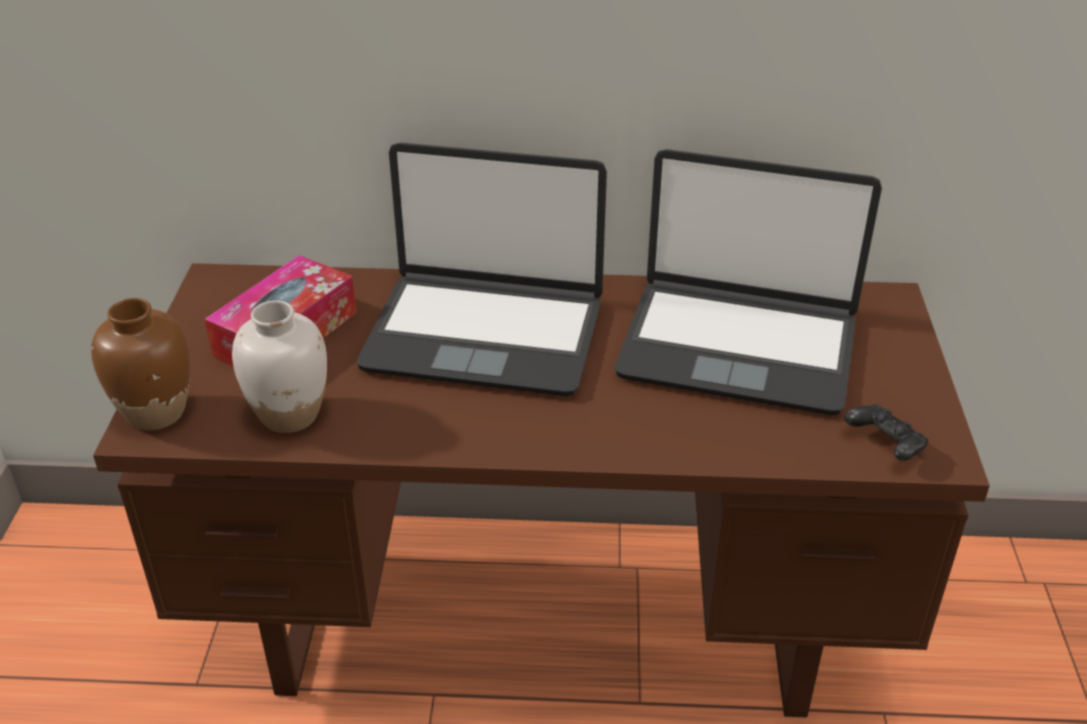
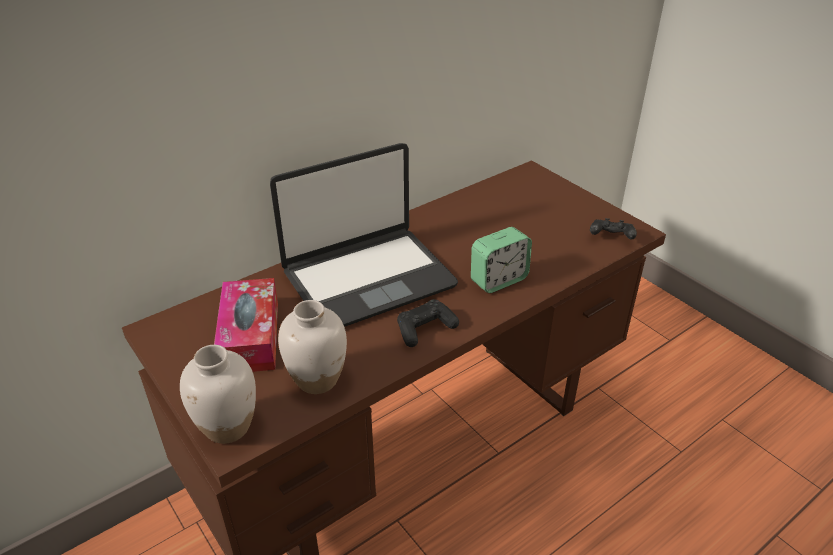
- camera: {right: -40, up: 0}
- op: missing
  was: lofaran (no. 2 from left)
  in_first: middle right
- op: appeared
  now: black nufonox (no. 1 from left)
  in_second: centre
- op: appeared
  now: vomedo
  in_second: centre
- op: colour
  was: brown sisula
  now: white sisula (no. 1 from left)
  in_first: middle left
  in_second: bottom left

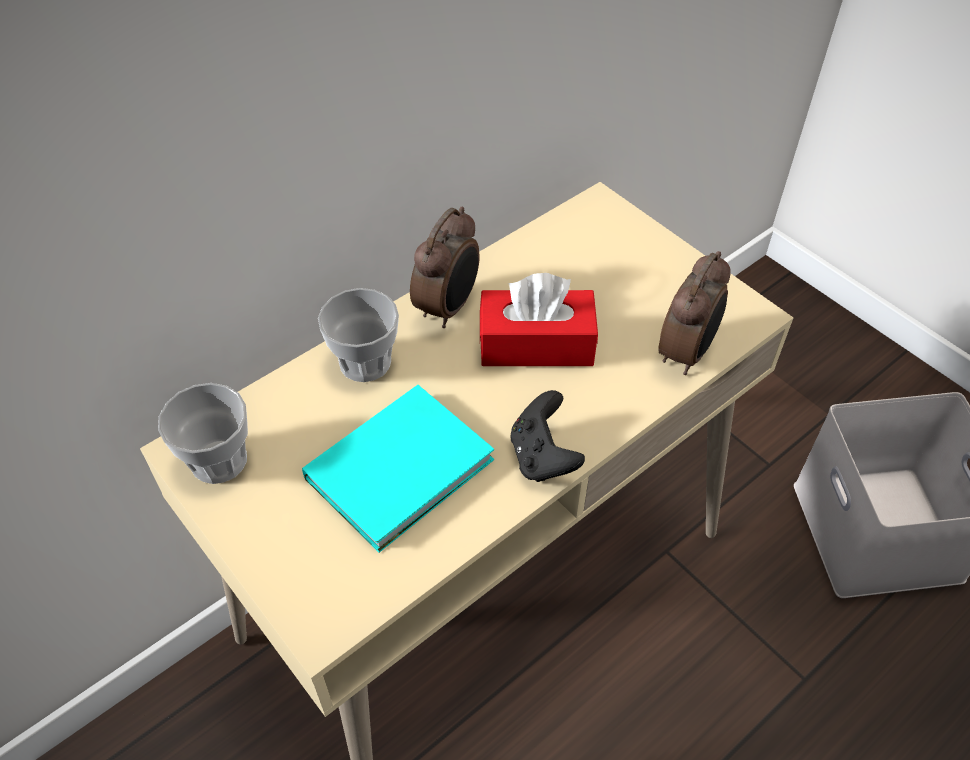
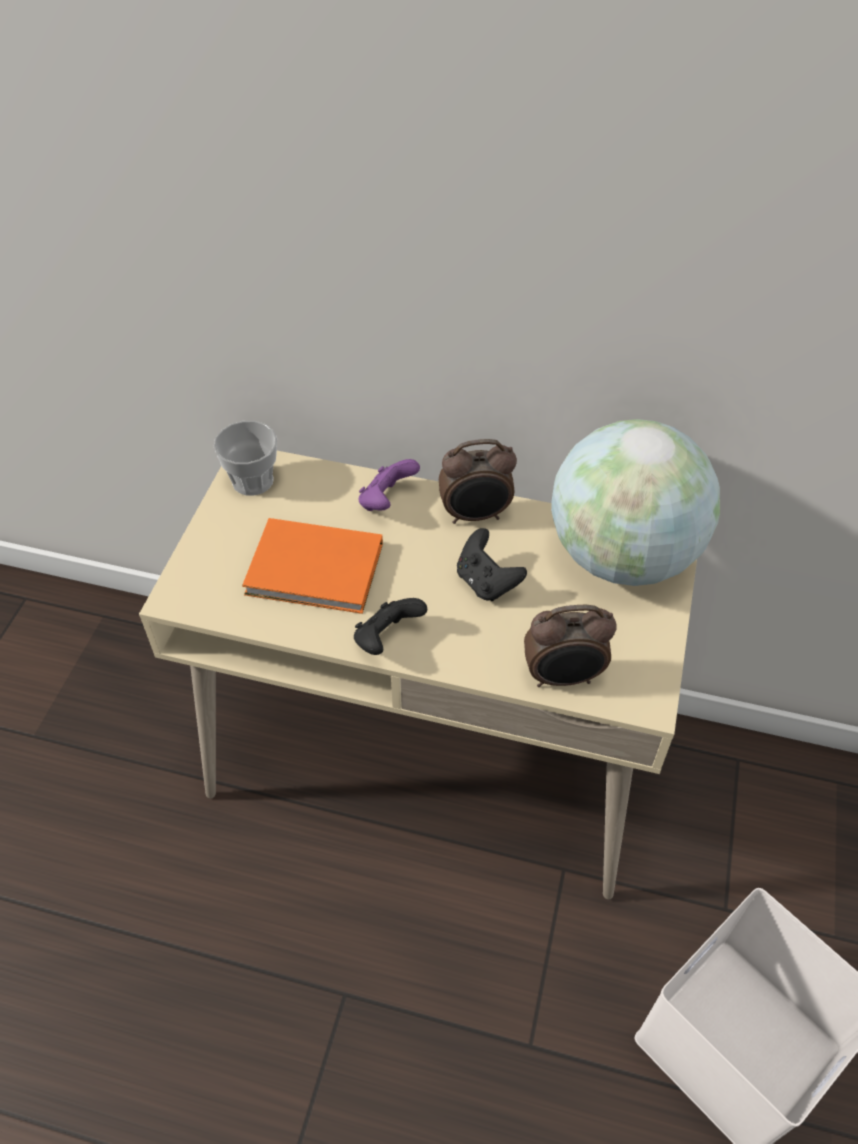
- camera: {right: 55, up: 0}
- op: appeared
  now: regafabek
  in_second: middle right
- op: exchanged
  was: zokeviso (no. 2 from left)
  now: purple nufonox
  in_first: centre
  in_second: centre
- op: exchanged
  was: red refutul
  now: black nufonox (no. 2 from left)
  in_first: centre
  in_second: centre
- op: colour
  was: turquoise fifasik
  now: orange fifasik
  in_first: centre
  in_second: centre

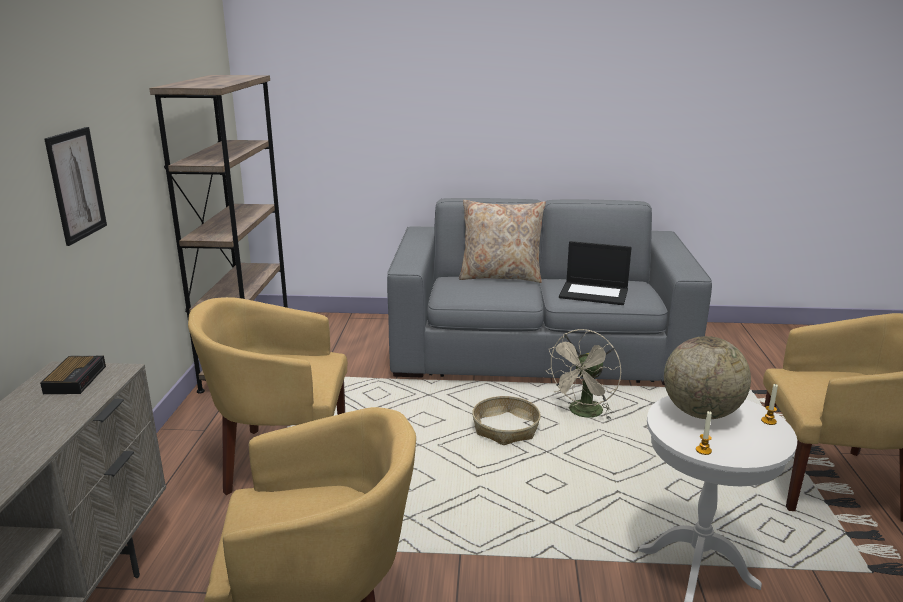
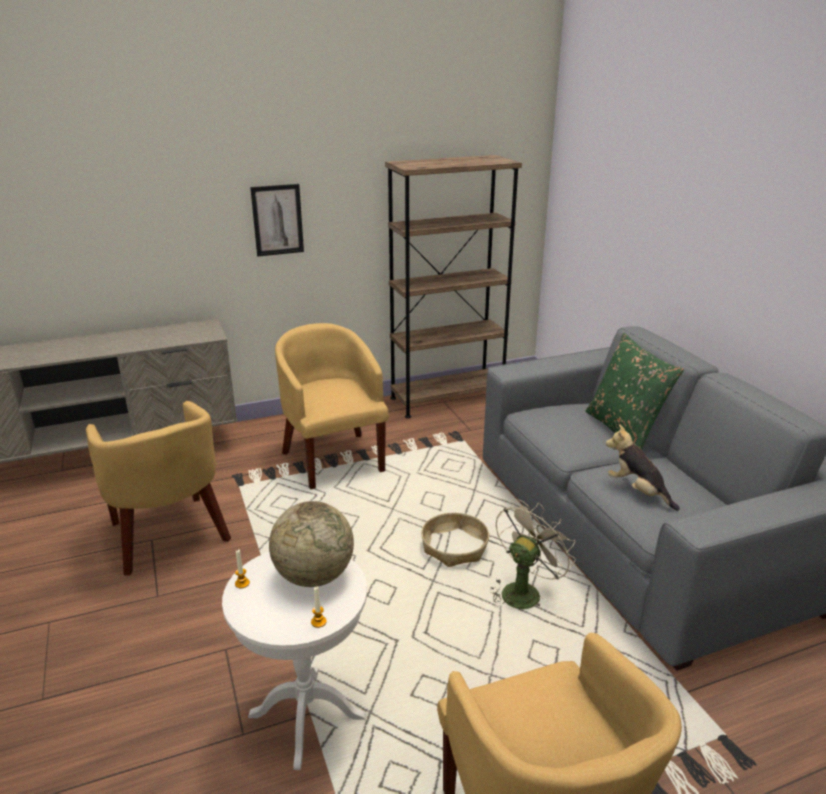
- camera: {right: 65, up: 5}
- op: missing
  was: vomedo
  in_first: middle left
- op: exchanged
  was: lofaran
  now: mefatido
  in_first: centre
  in_second: middle right
- op: colour
  was: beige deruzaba
  now: green deruzaba
  in_first: centre
  in_second: middle right
- op: spun
  was: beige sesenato
  in_first: centre
  in_second: bottom centre
  clockwise: 120

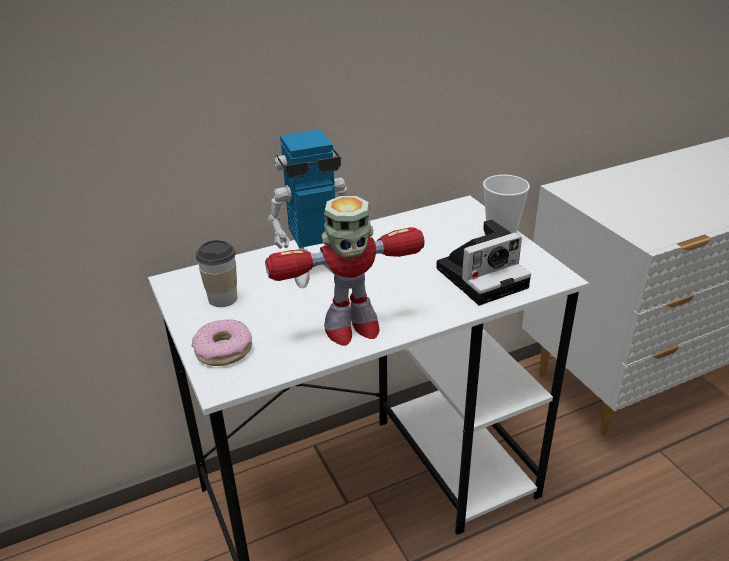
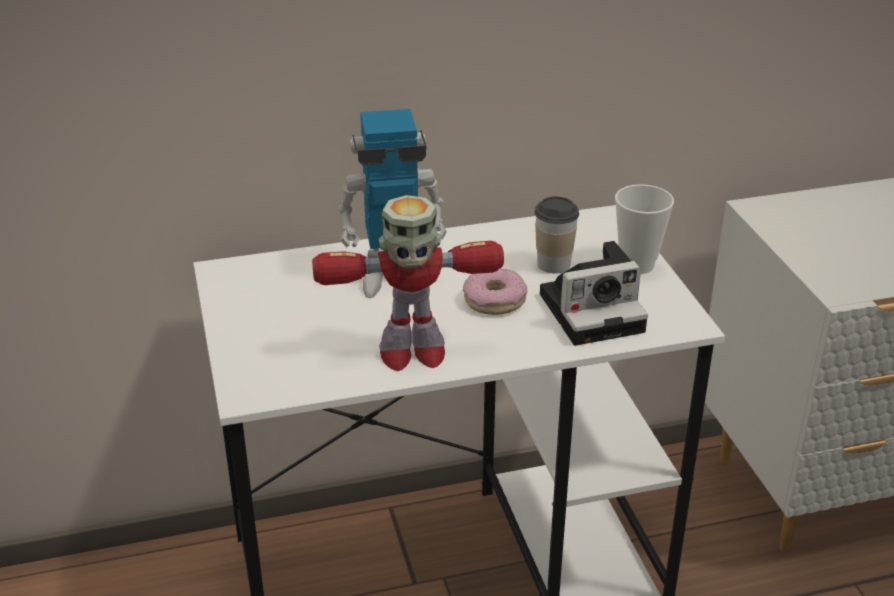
- camera: {right: 10, up: 0}
- op: relocated
  was: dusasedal
  in_first: middle left
  in_second: centre
- op: relocated
  was: zokeviso (no. 1 from left)
  in_first: middle left
  in_second: centre

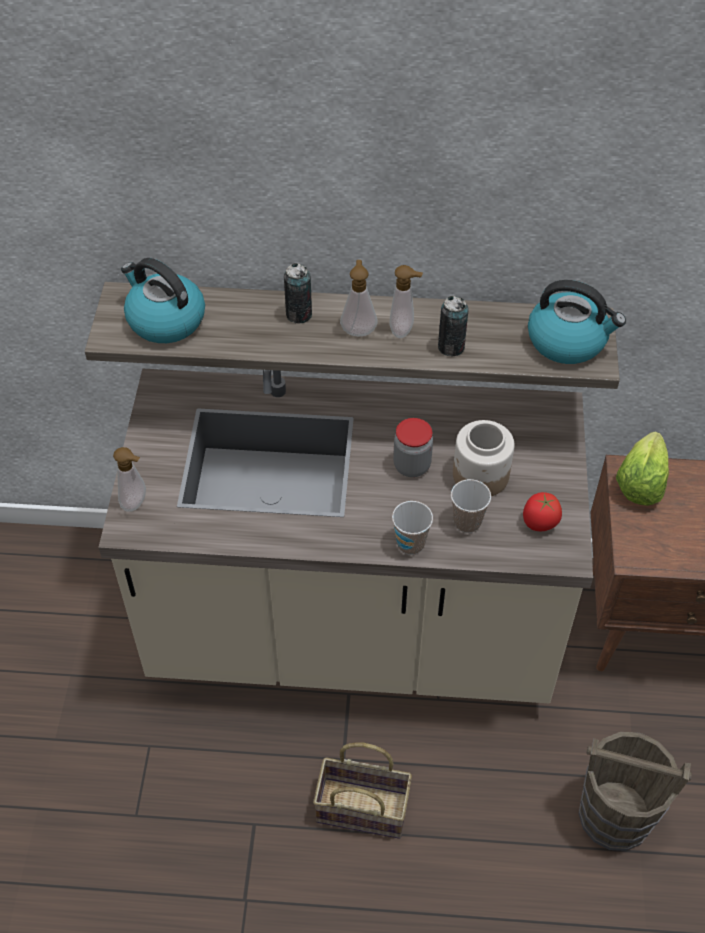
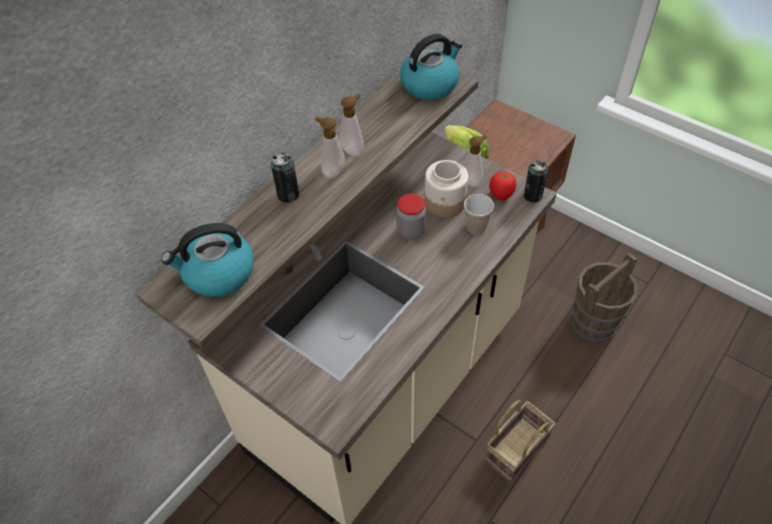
- camera: {right: -55, up: 0}
- op: missing
  was: zokeviso (no. 1 from left)
  in_first: centre
- op: relocated
  was: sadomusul (no. 1 from left in the first image)
  now: sadomusul (no. 3 from left)
  in_first: middle left
  in_second: top centre
- op: relocated
  was: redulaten (no. 2 from left)
  in_first: centre
  in_second: middle right

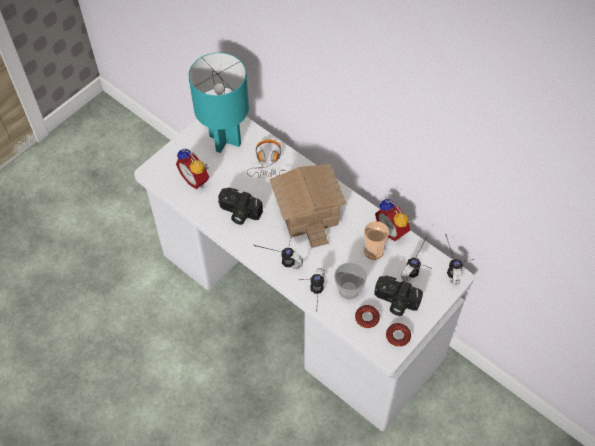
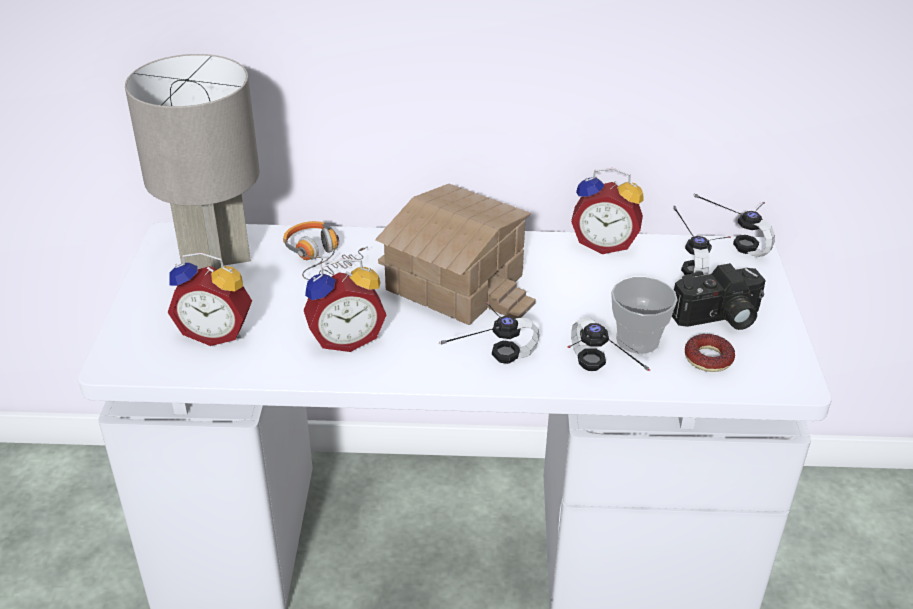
- camera: {right: -40, up: -20}
- op: missing
  was: zokeviso (no. 2 from left)
  in_first: centre
- op: missing
  was: dusasedal (no. 2 from left)
  in_first: bottom right
- op: exchanged
  was: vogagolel (no. 1 from left)
  now: vomedo (no. 2 from left)
  in_first: centre
  in_second: centre
- op: colour
  was: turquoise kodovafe
  now: grey kodovafe
  in_first: top centre
  in_second: top left

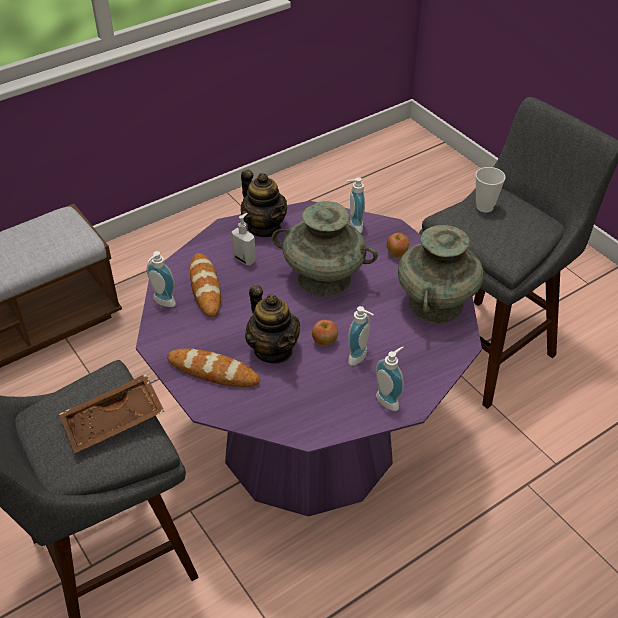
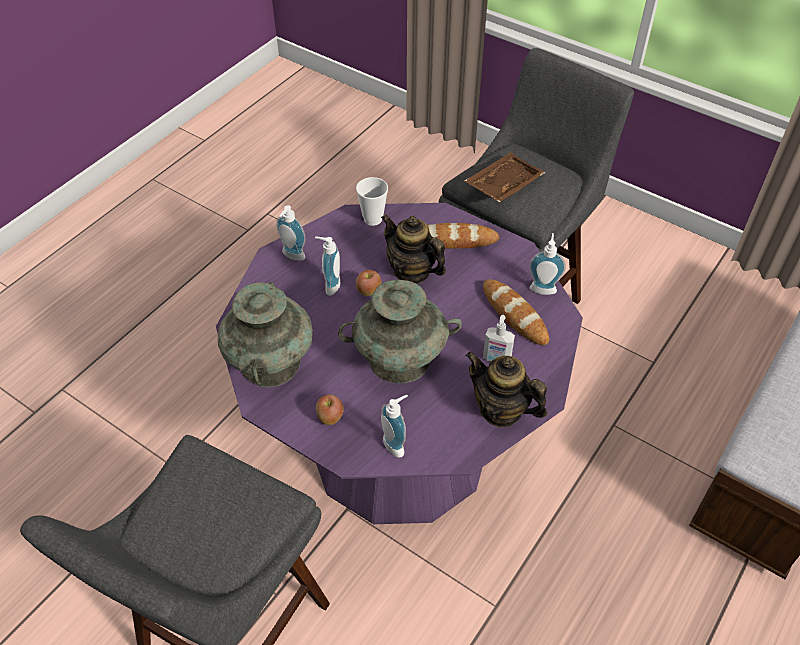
- camera: {right: 160, up: 5}
- op: relocated
  was: zokeviso
  in_first: top right
  in_second: top centre

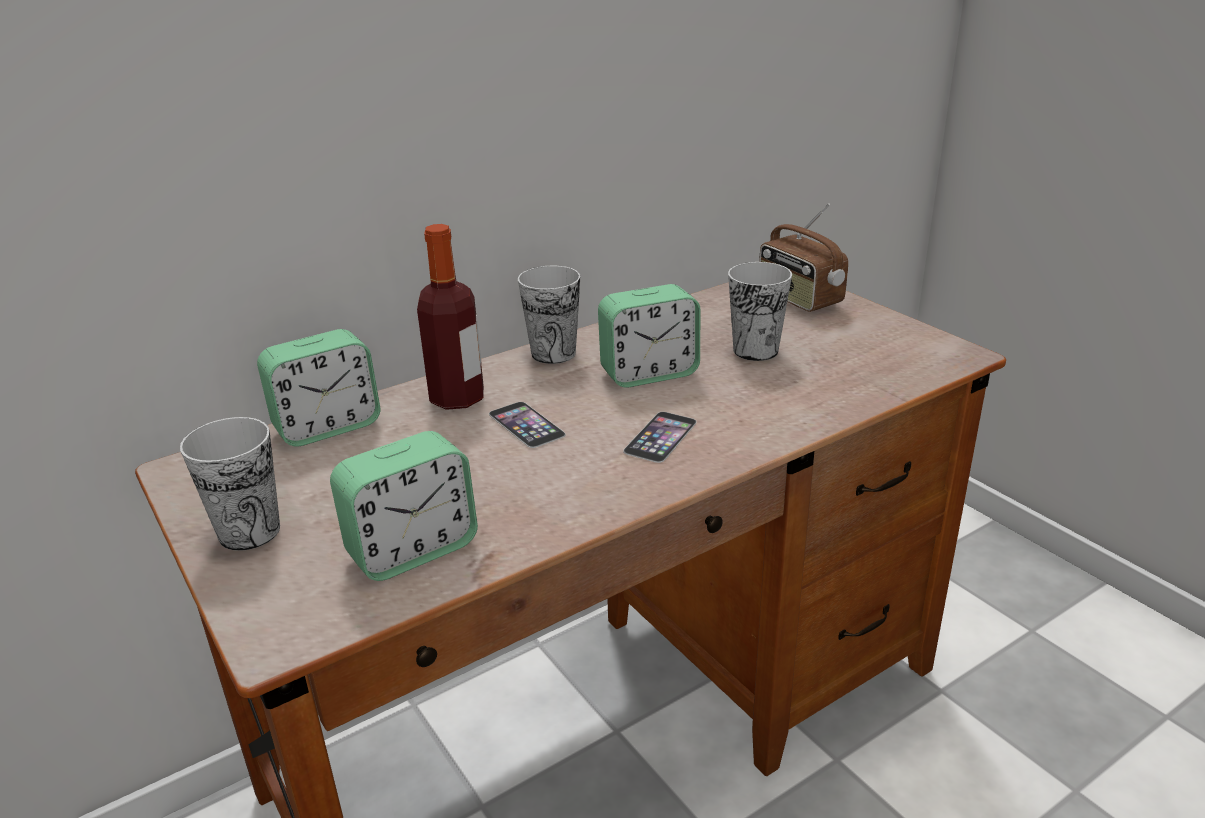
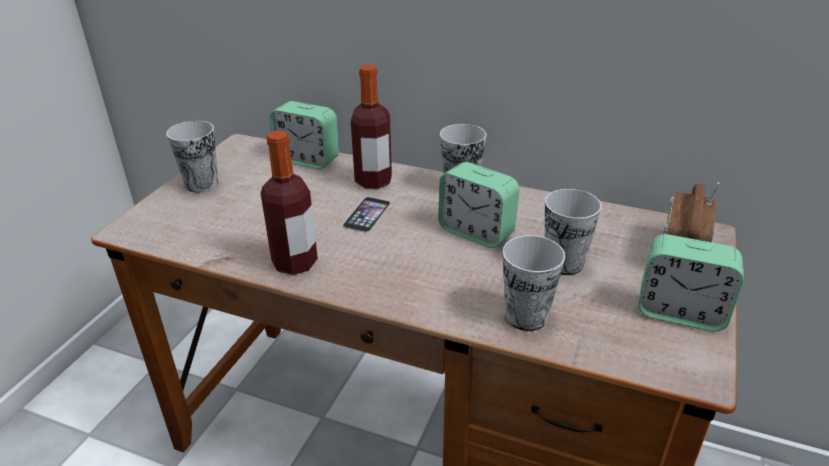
- camera: {right: 55, up: 5}
- op: missing
  was: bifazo (no. 2 from left)
  in_first: centre
- op: appeared
  now: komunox (no. 1 from left)
  in_second: centre
- op: appeared
  now: zokeviso (no. 3 from left)
  in_second: centre
- op: relocated
  was: vomedo (no. 2 from left in the first image)
  now: vomedo (no. 3 from left)
  in_first: centre
  in_second: middle right

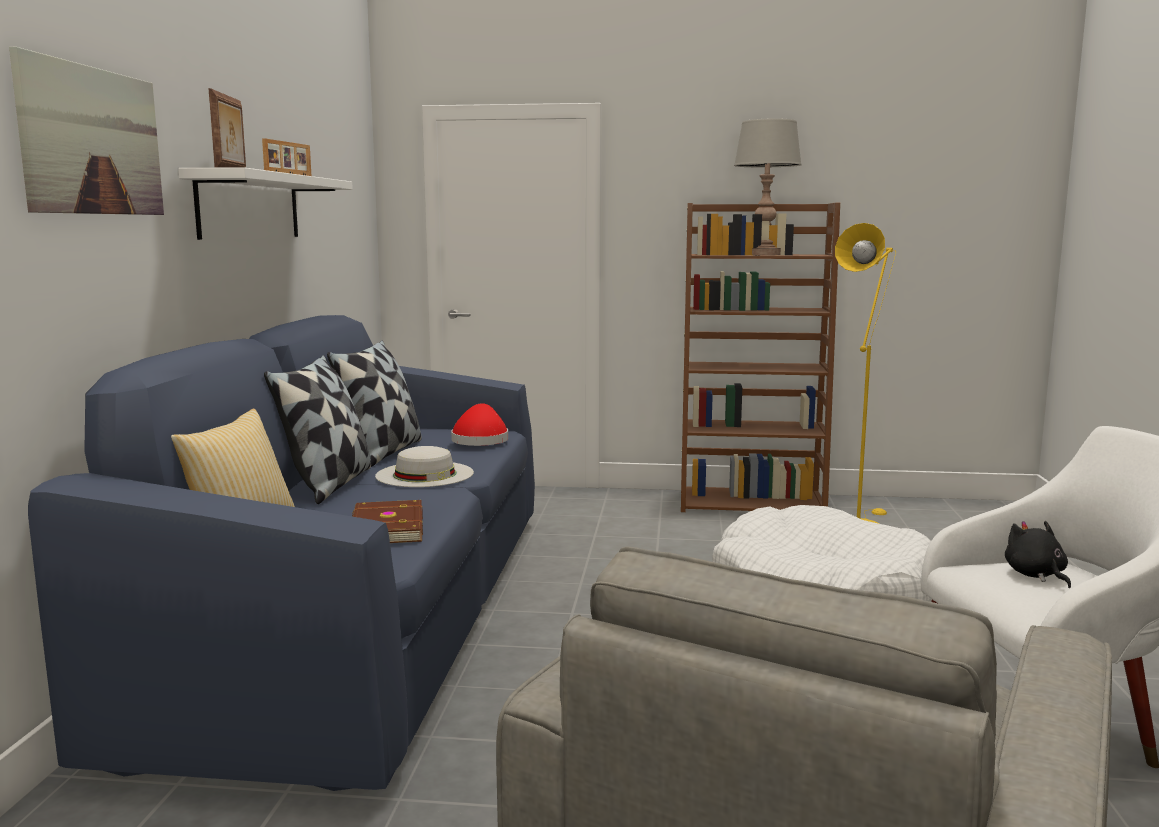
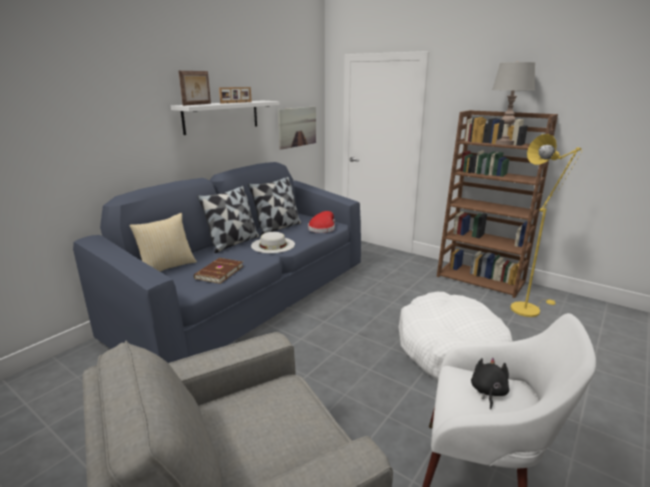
- camera: {right: 30, up: 10}
- op: relocated
  was: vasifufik
  in_first: top left
  in_second: top centre

